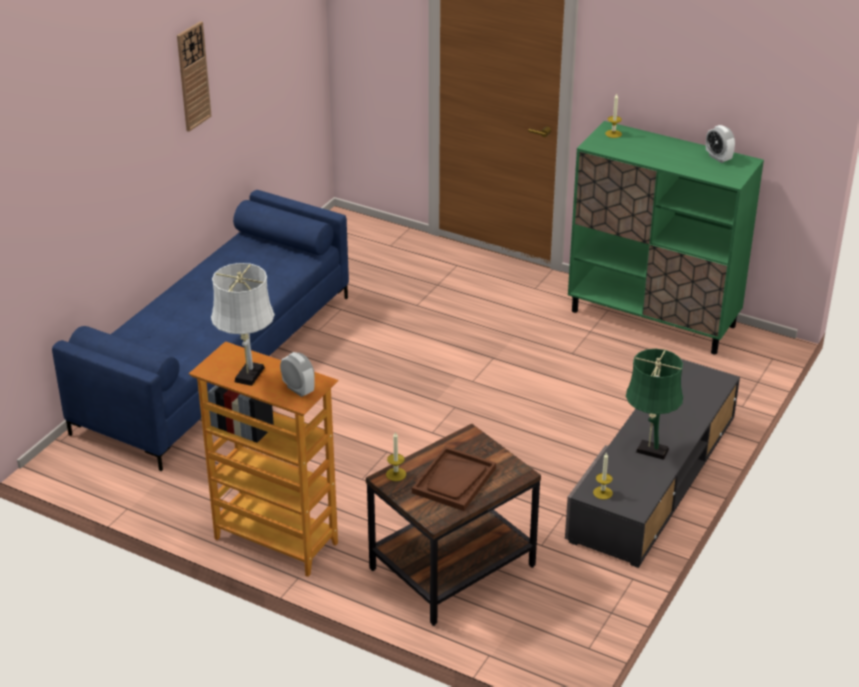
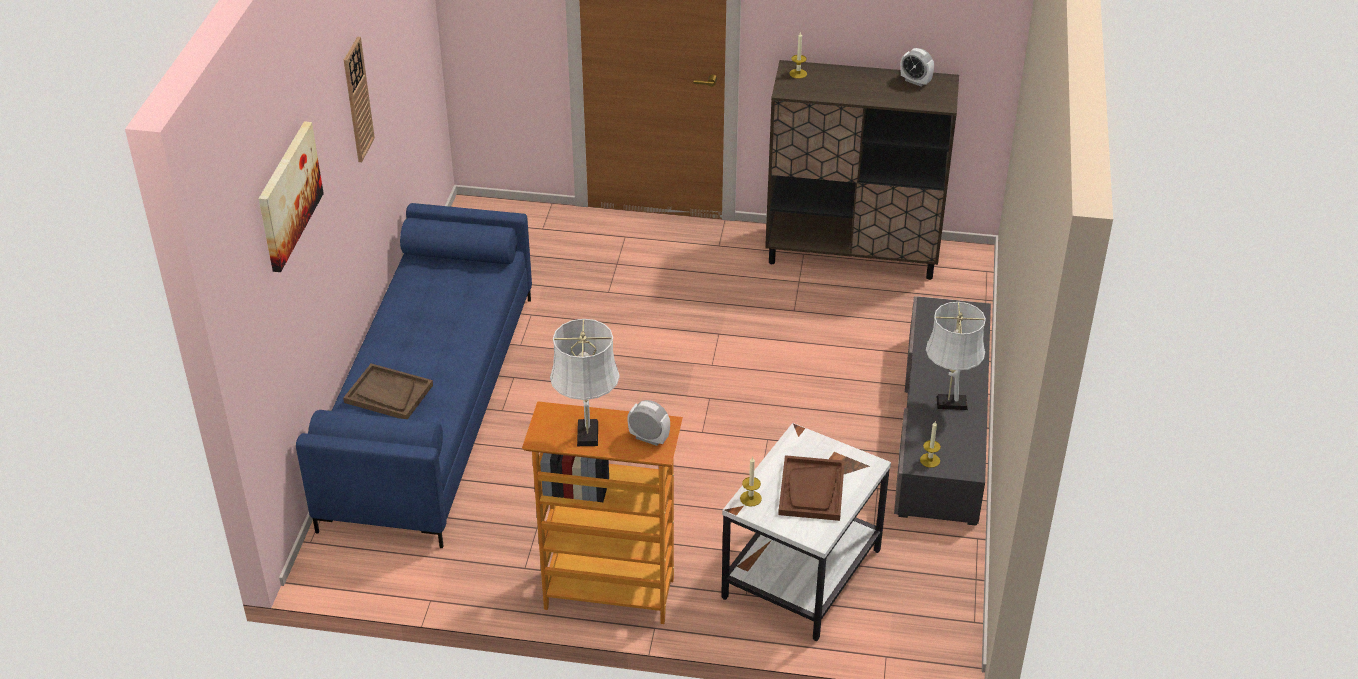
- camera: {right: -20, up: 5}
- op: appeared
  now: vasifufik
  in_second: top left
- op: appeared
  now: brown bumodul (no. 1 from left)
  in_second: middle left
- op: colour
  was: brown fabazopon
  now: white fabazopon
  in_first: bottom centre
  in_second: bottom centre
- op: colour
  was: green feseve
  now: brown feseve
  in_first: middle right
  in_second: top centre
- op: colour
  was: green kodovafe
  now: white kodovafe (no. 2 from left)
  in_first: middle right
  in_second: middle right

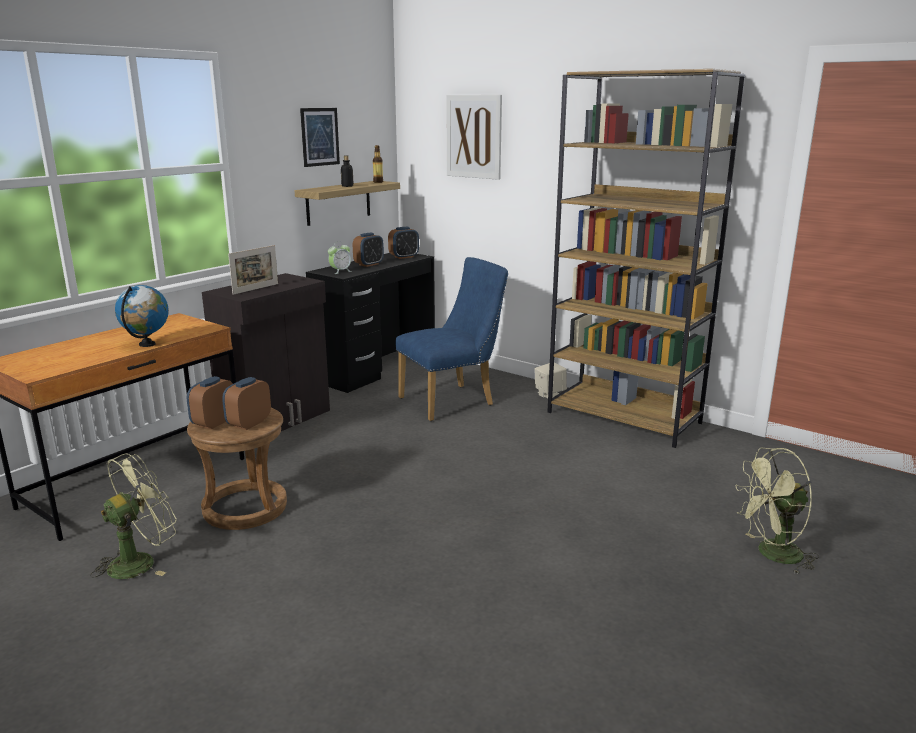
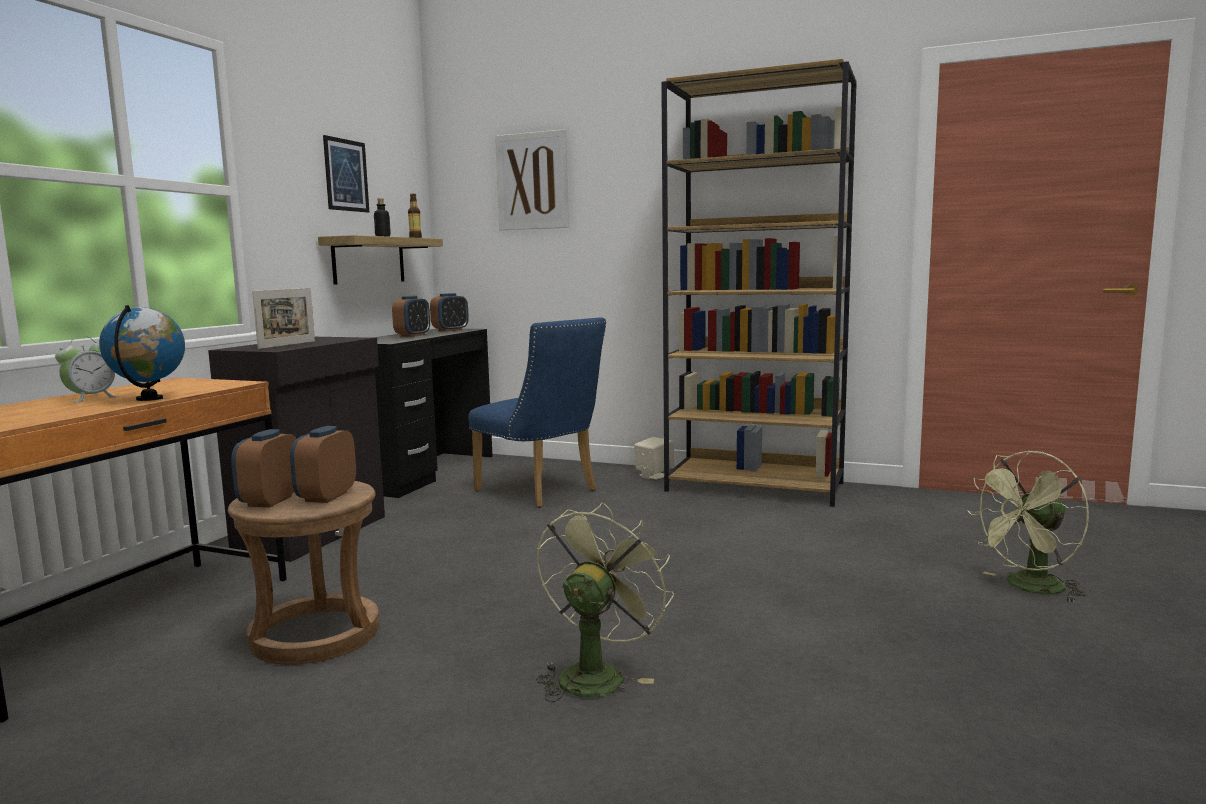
- camera: {right: -15, up: -10}
- op: relocated
  was: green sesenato (no. 1 from left)
  in_first: bottom left
  in_second: bottom centre
- op: relocated
  was: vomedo (no. 3 from left in the first image)
  now: vomedo (no. 1 from left)
  in_first: centre
  in_second: middle left
- op: spun
  was: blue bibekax
  in_first: centre
  in_second: centre
  clockwise: 90

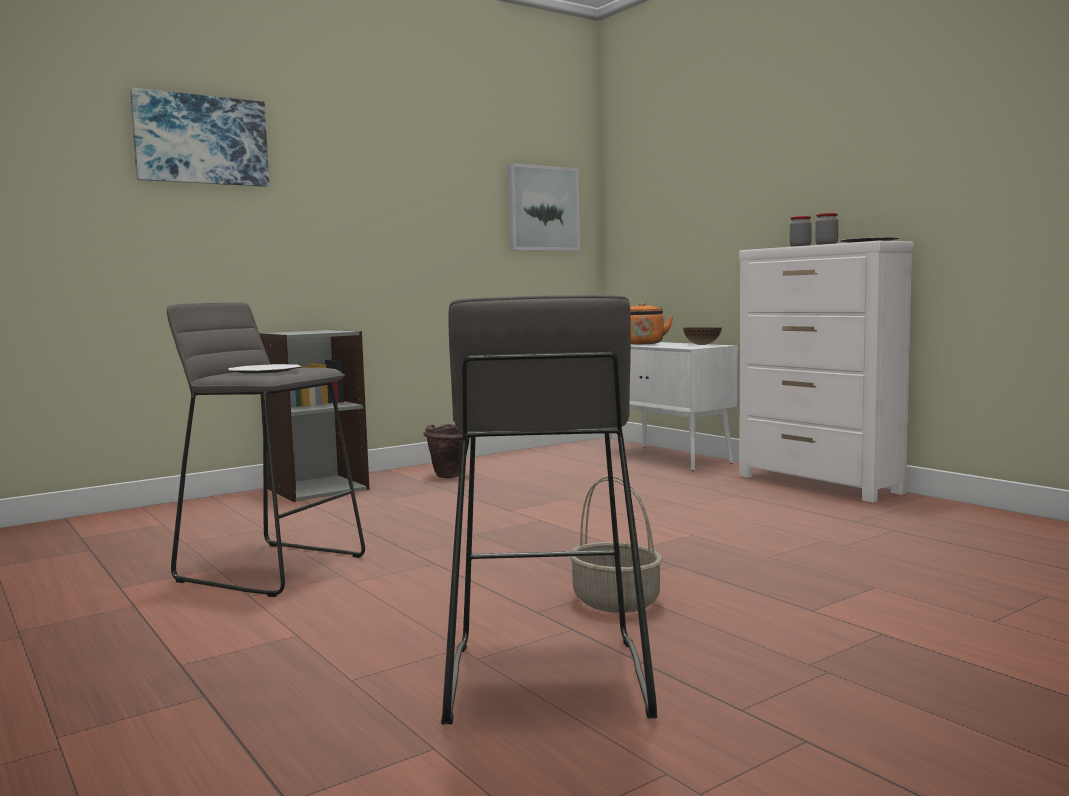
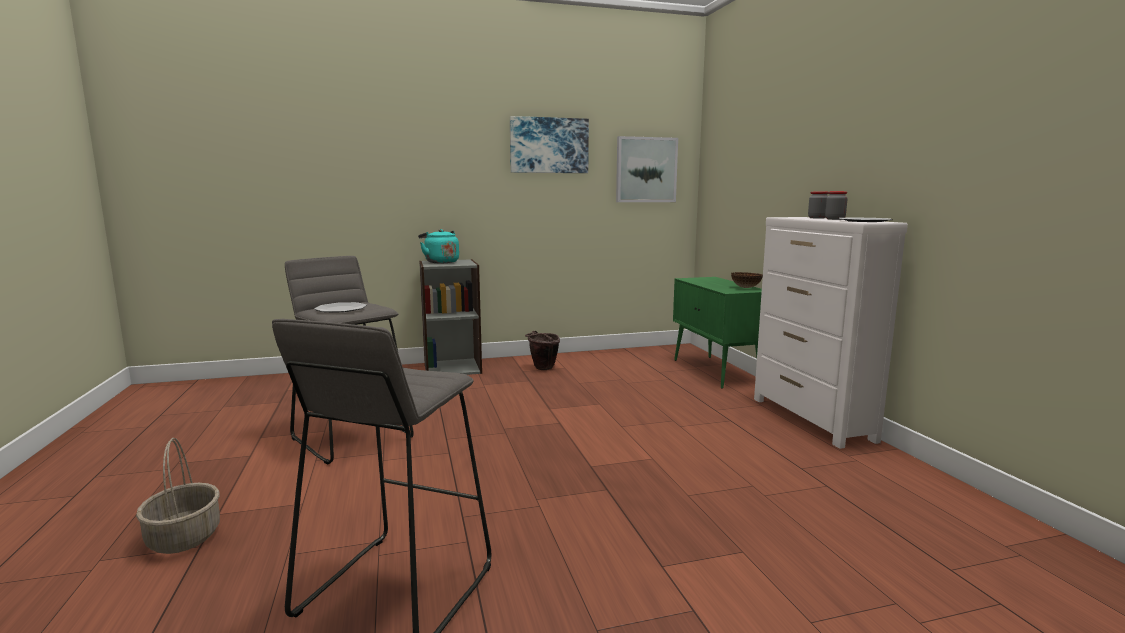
- camera: {right: 20, up: 5}
- op: missing
  was: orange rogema
  in_first: centre
- op: appeared
  now: turquoise rogema
  in_second: centre
- op: relocated
  was: vasifufik (no. 1 from left)
  in_first: top left
  in_second: top centre
- op: relocated
  was: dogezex
  in_first: bottom centre
  in_second: bottom left
- op: colour
  was: white feseve
  now: green feseve
  in_first: centre
  in_second: centre

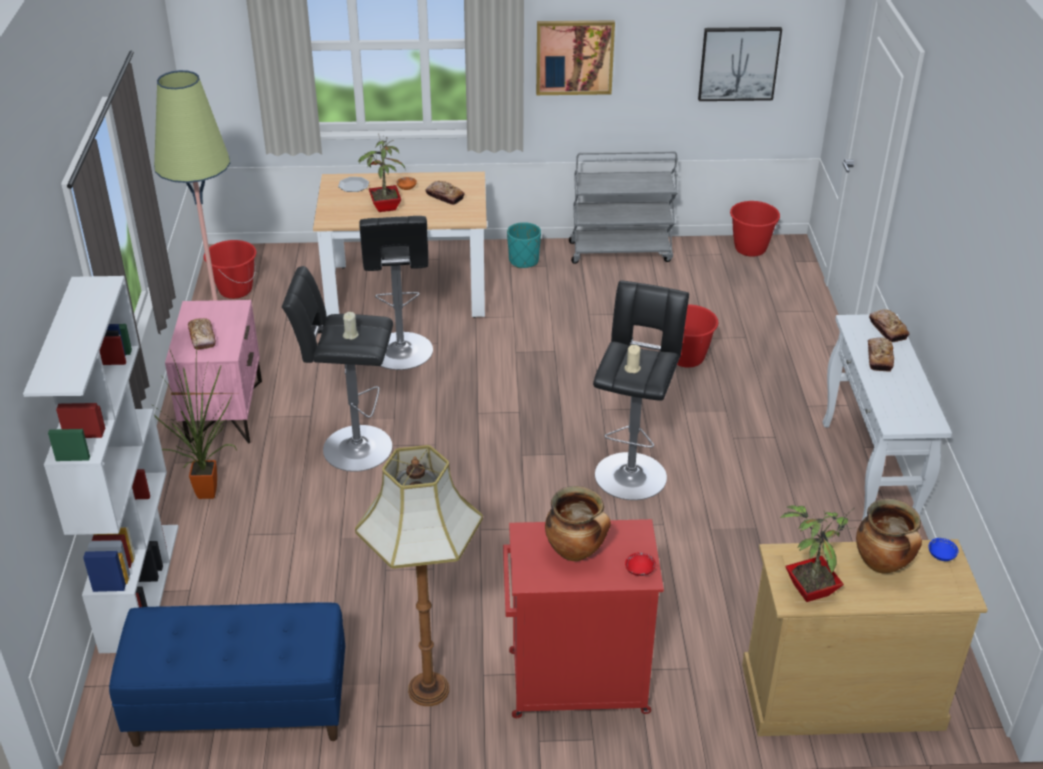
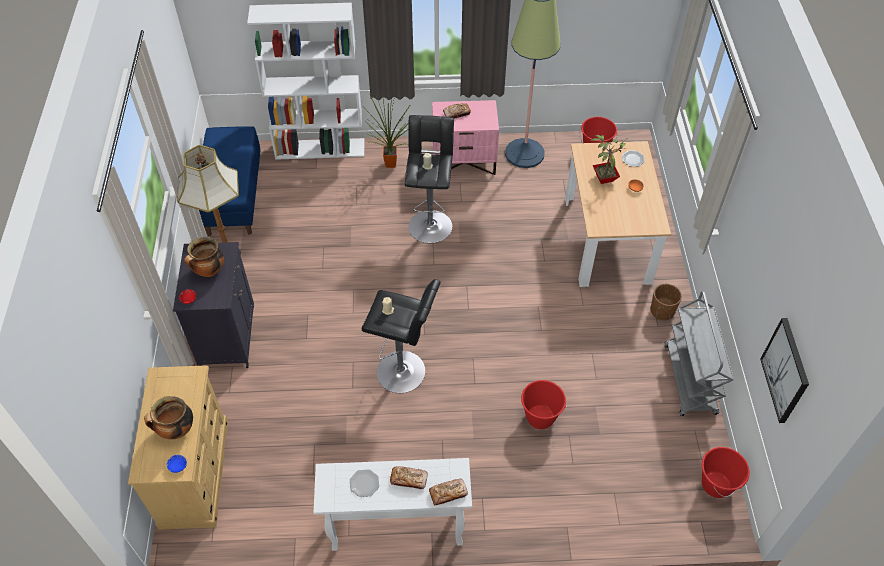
- camera: {right: 90, up: 15}
- op: missing
  was: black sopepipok (no. 2 from left)
  in_first: centre
- op: missing
  was: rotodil (no. 2 from left)
  in_first: top centre
- op: missing
  was: vasifufik (no. 1 from left)
  in_first: top centre
- op: missing
  was: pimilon (no. 3 from left)
  in_first: bottom right
- op: appeared
  now: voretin (no. 1 from left)
  in_second: bottom centre
- op: colour
  was: red feseve
  now: black feseve
  in_first: bottom centre
  in_second: middle left
- op: colour
  was: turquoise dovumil
  now: brown dovumil
  in_first: top centre
  in_second: middle right

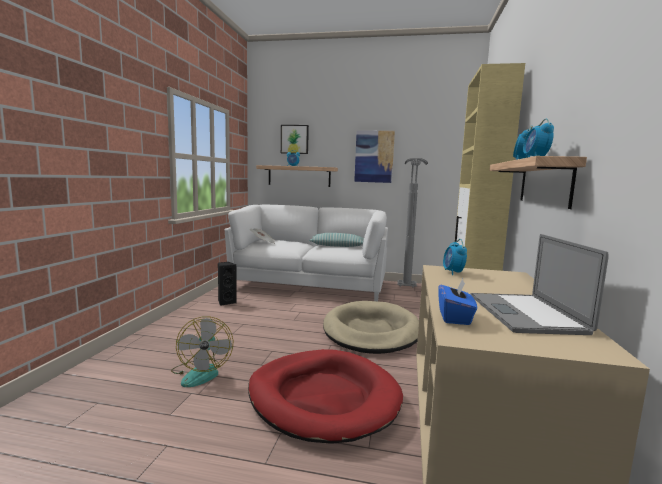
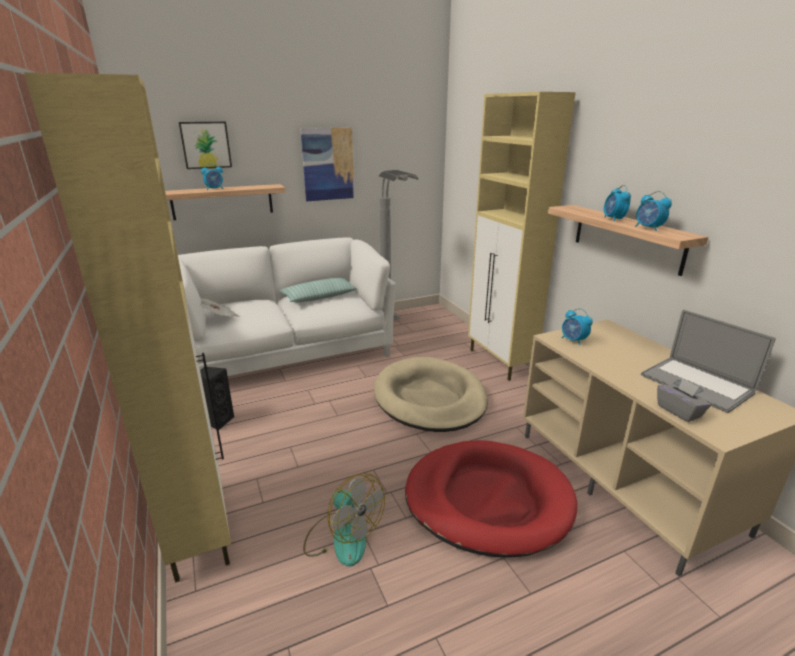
- camera: {right: -35, up: 15}
- op: appeared
  now: beige feseve (no. 1 from left)
  in_second: middle left
- op: colour
  was: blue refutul
  now: grey refutul
  in_first: middle right
  in_second: middle right

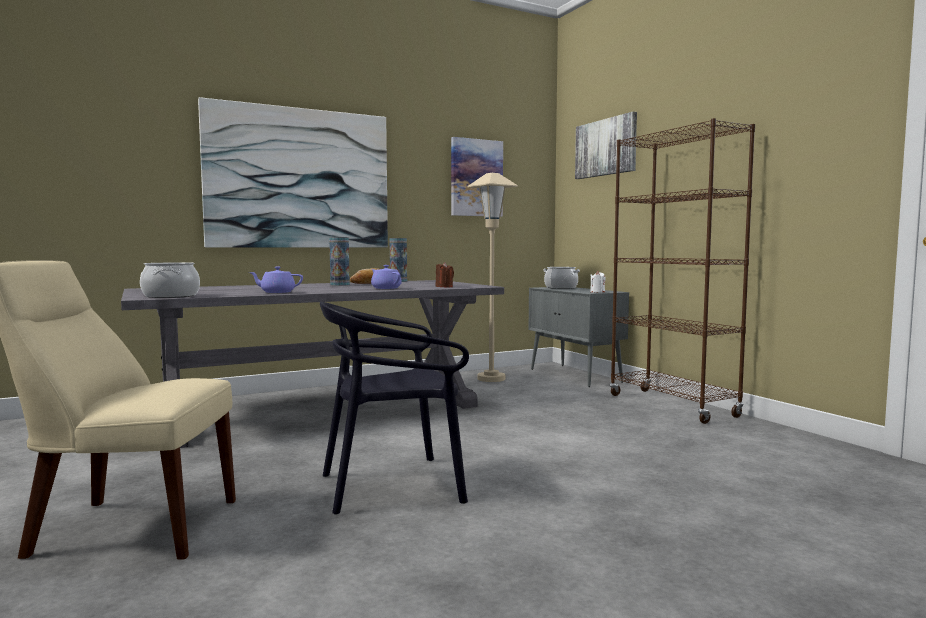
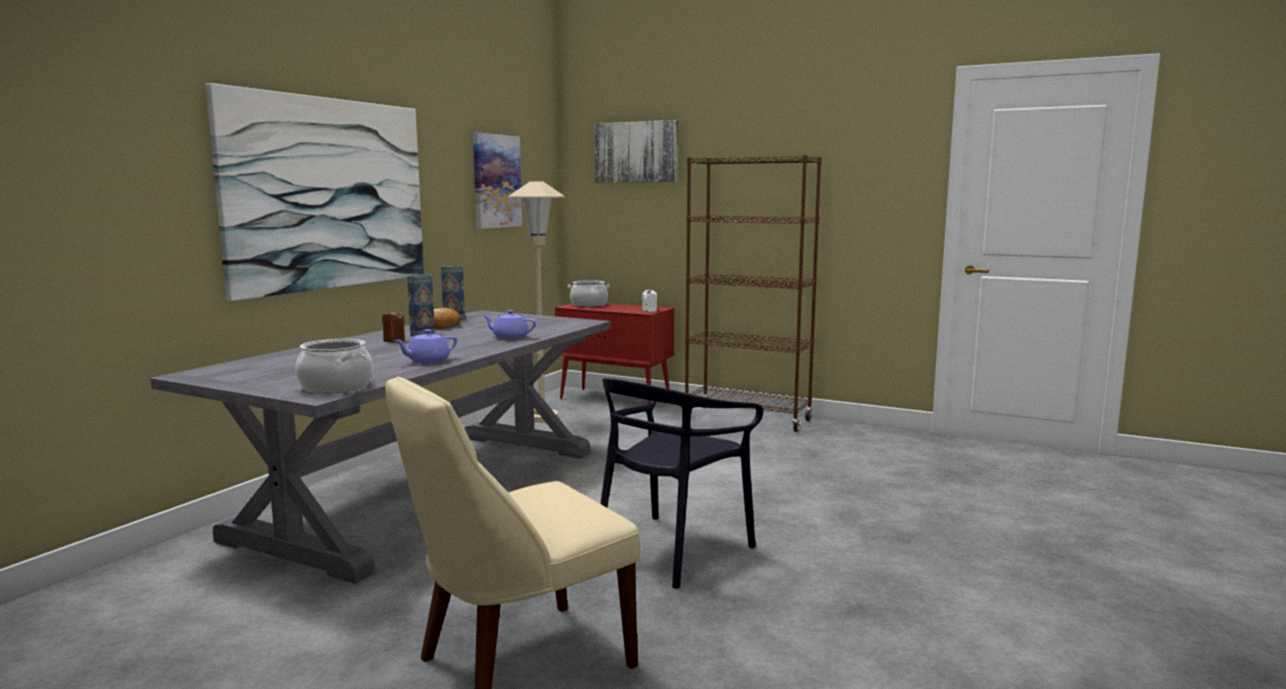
- camera: {right: -35, up: 5}
- op: relocated
  was: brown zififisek
  in_first: centre
  in_second: middle left
- op: colour
  was: grey feseve
  now: red feseve
  in_first: centre
  in_second: centre

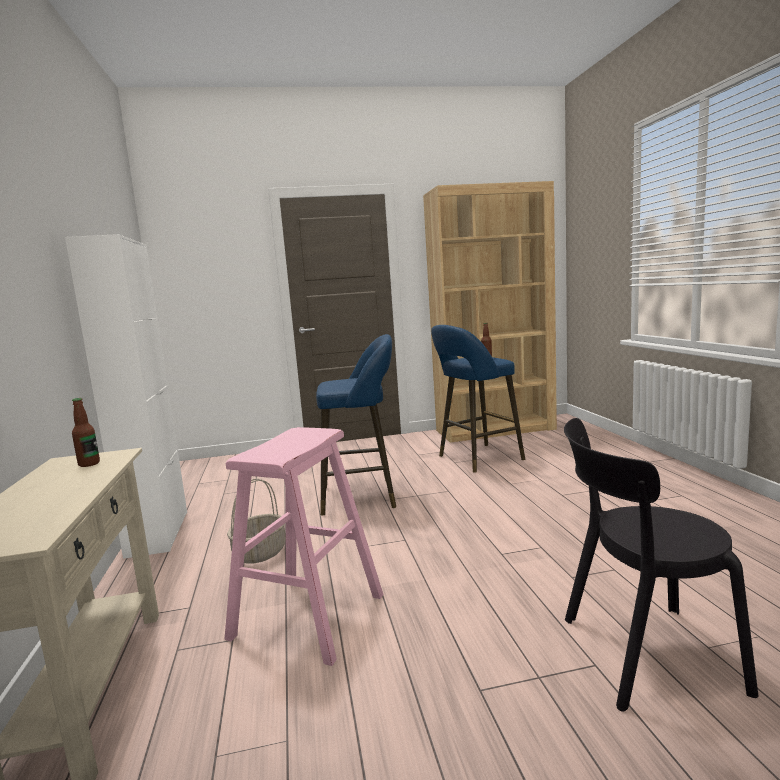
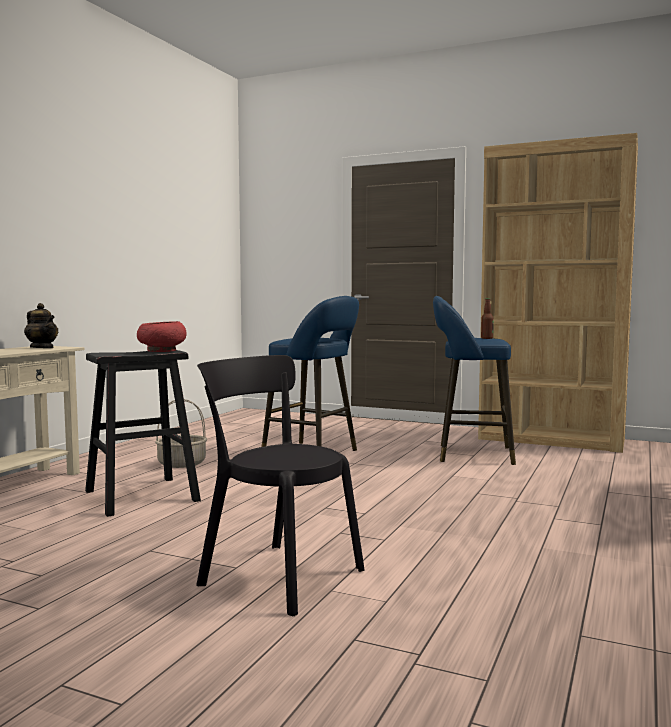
- camera: {right: 35, up: -5}
- op: missing
  was: white feseve
  in_first: middle left
- op: appeared
  now: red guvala
  in_second: middle left
- op: exchanged
  was: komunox (no. 1 from left)
  now: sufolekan
  in_first: middle left
  in_second: middle left
- op: colour
  was: pink sopepipok
  now: black sopepipok
  in_first: bottom centre
  in_second: middle left

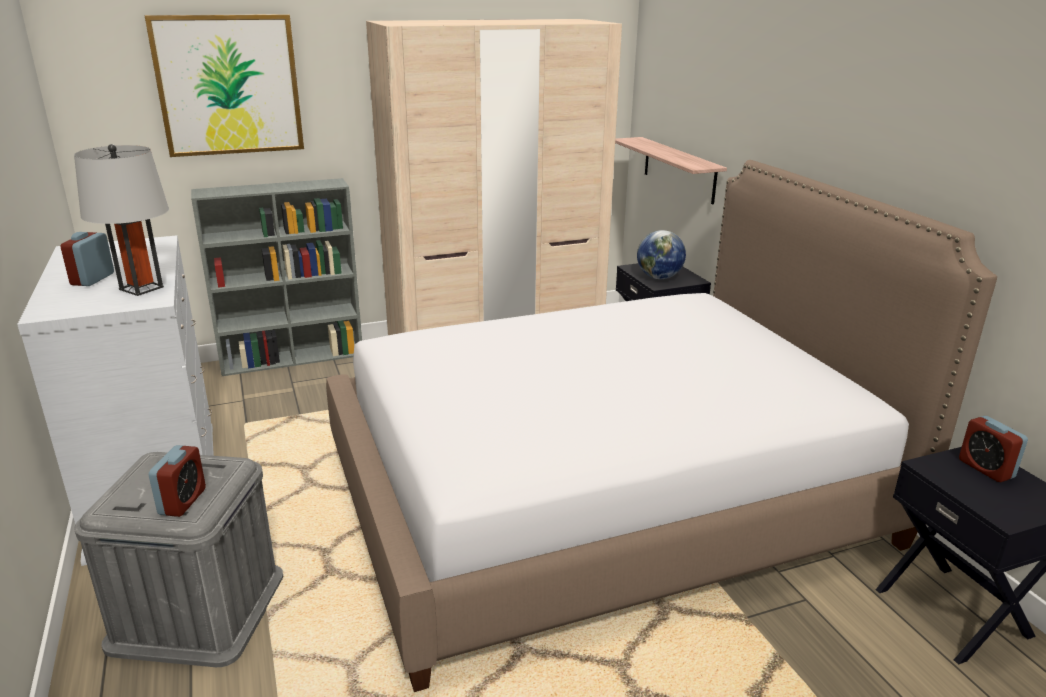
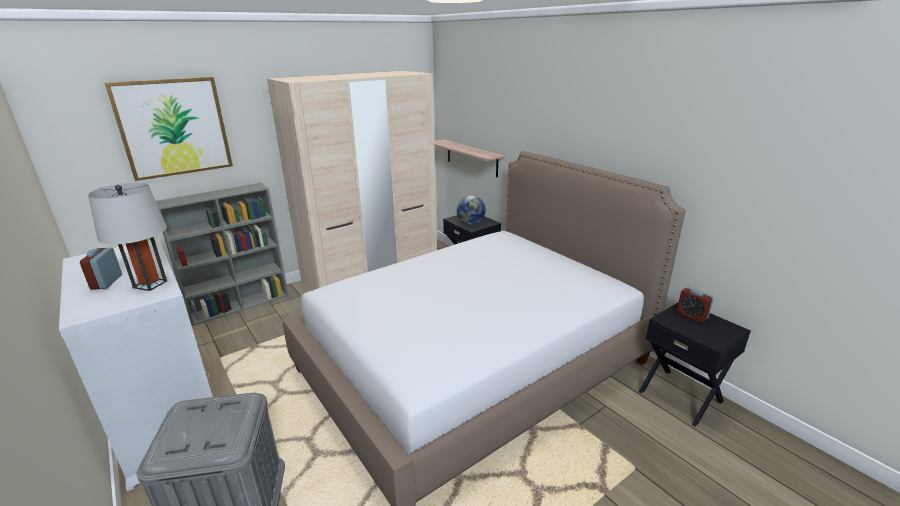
- camera: {right: -15, up: 0}
- op: missing
  was: vomedo (no. 2 from left)
  in_first: bottom left

